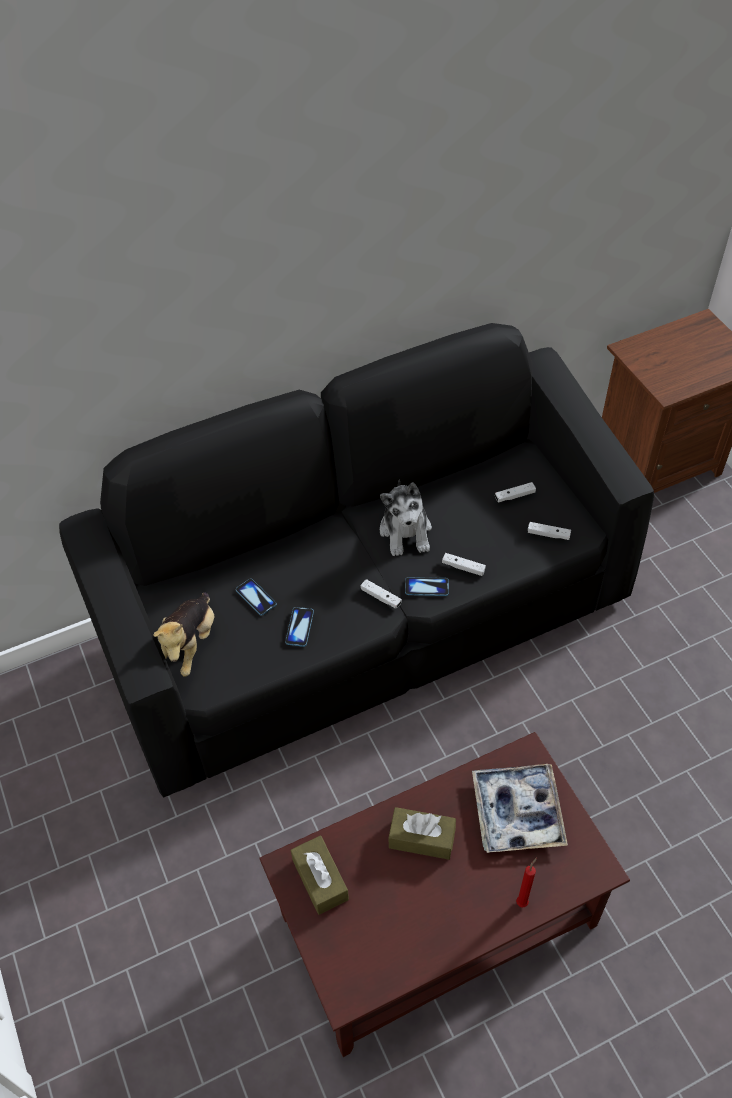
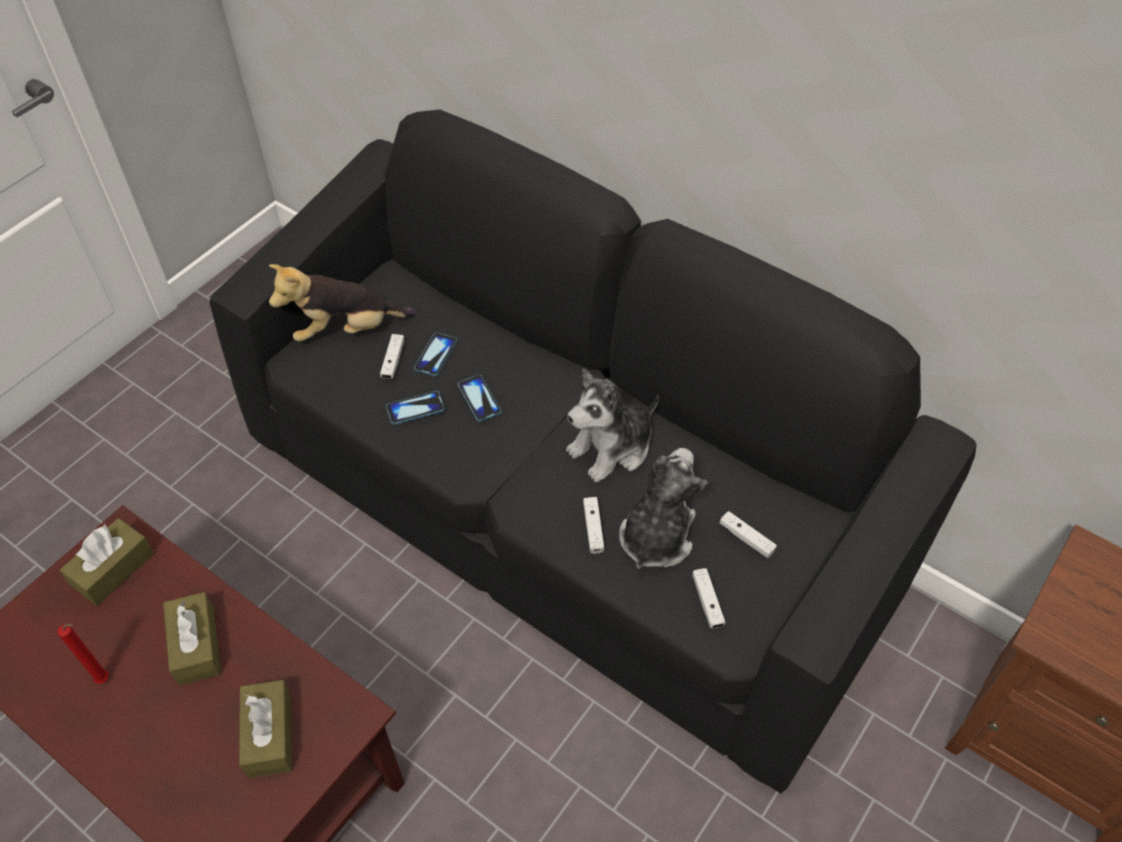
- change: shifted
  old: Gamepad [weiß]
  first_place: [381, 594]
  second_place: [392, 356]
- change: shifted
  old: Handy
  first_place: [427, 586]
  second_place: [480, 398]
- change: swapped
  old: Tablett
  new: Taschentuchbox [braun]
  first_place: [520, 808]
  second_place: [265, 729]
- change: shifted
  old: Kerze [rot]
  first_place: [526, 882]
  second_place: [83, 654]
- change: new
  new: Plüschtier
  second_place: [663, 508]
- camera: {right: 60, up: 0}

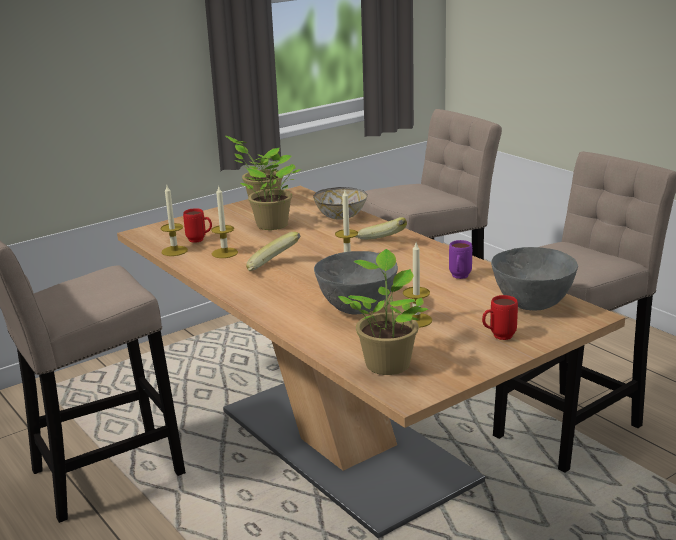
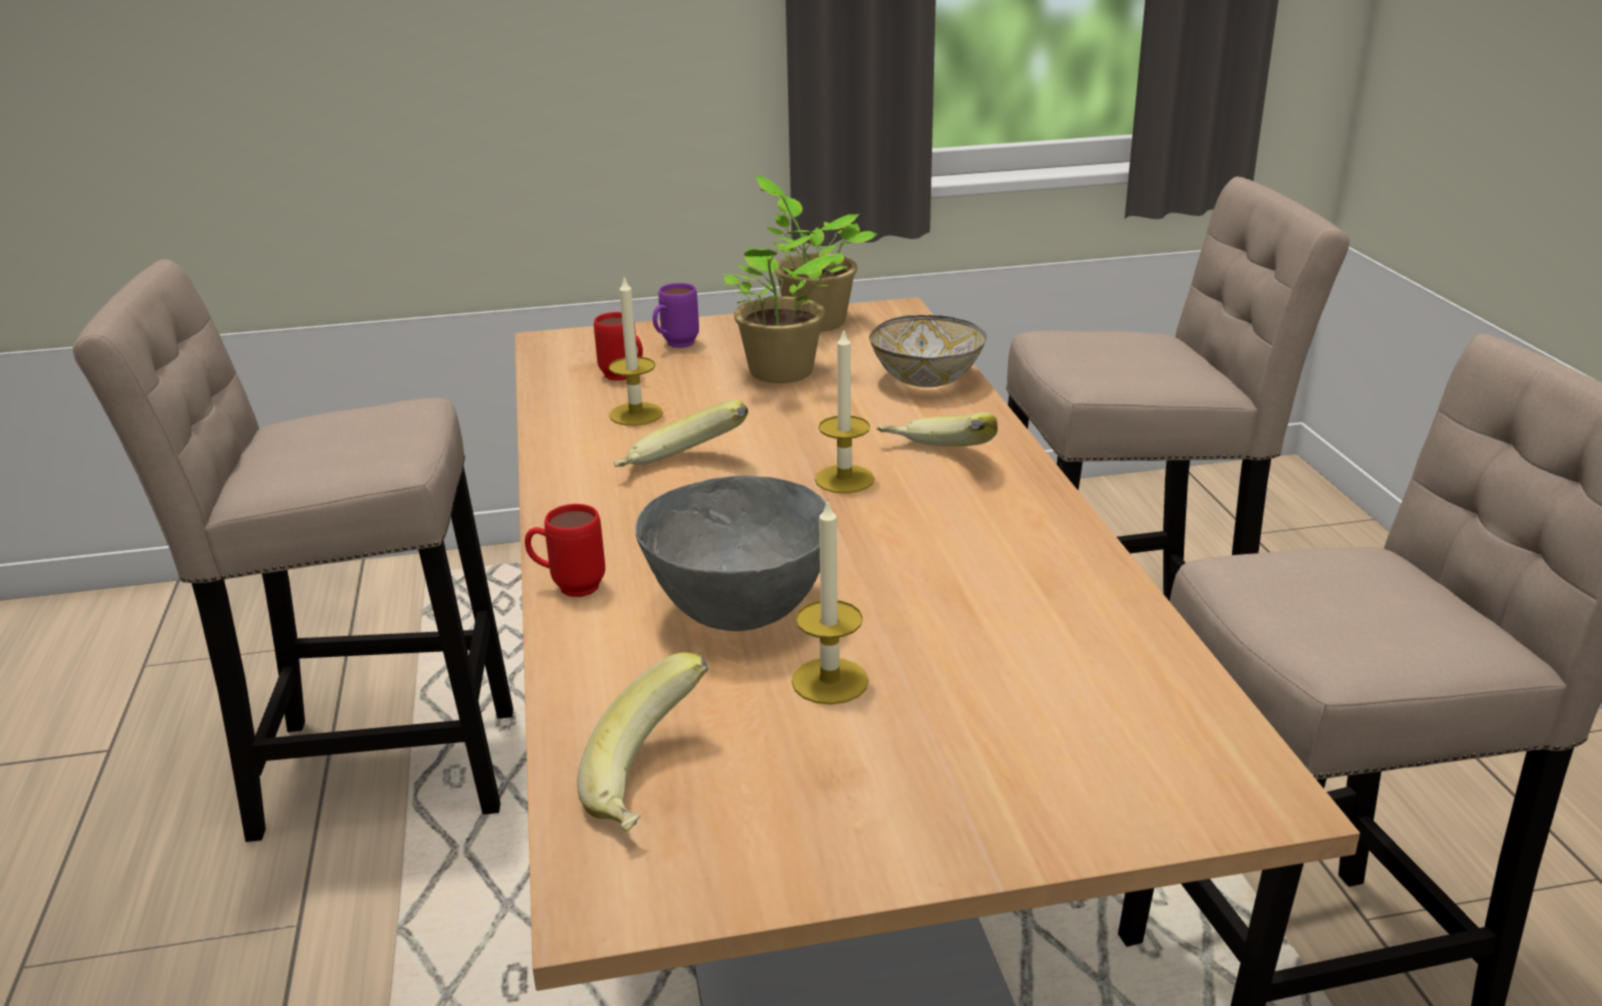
- change: gone
  old: Kerze
  first_place: [174, 220]
- change: swapped
  old: Topfpflanze
  new: Banane
  first_place: [383, 312]
  second_place: [642, 741]
- change: shifted
  old: Henkelbecher [lila]
  first_place: [460, 259]
  second_place: [676, 315]
- change: shifted
  old: Henkelbecher [rot]
  first_place: [500, 317]
  second_place: [565, 550]
- change: gone
  old: Schüssel [grau]
  first_place: [534, 279]
- camera: {right: 25, up: 5}

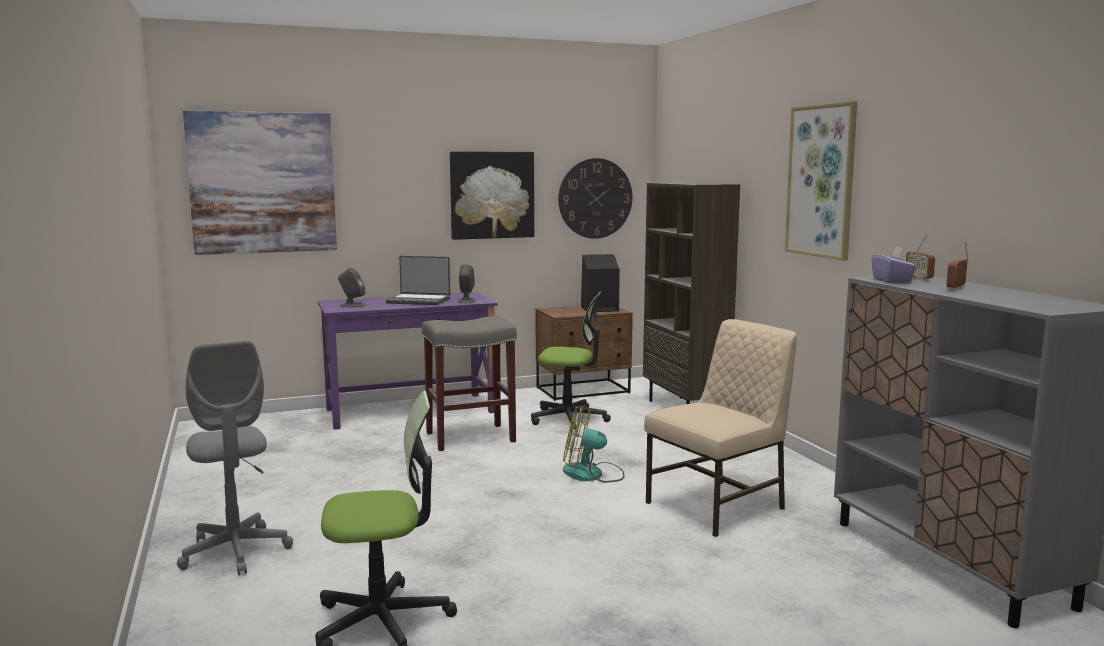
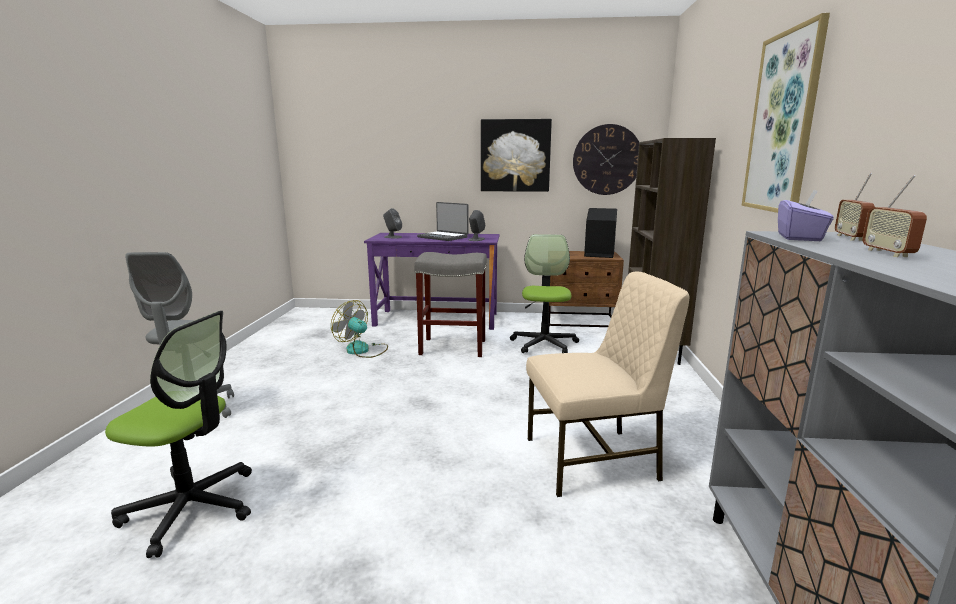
- change: gone
  old: Bild
  first_place: [260, 182]
- change: rotated
  old: Bürostuhl
  first_place: [571, 361]
  second_place: [544, 293]
  degrees: -120
- change: shifted
  old: Ventilator
  first_place: [594, 444]
  second_place: [359, 329]
- change: rotated
  old: Radio
  first_place: [957, 265]
  second_place: [894, 216]
  degrees: -60
- camera: {right: 25, up: 5}

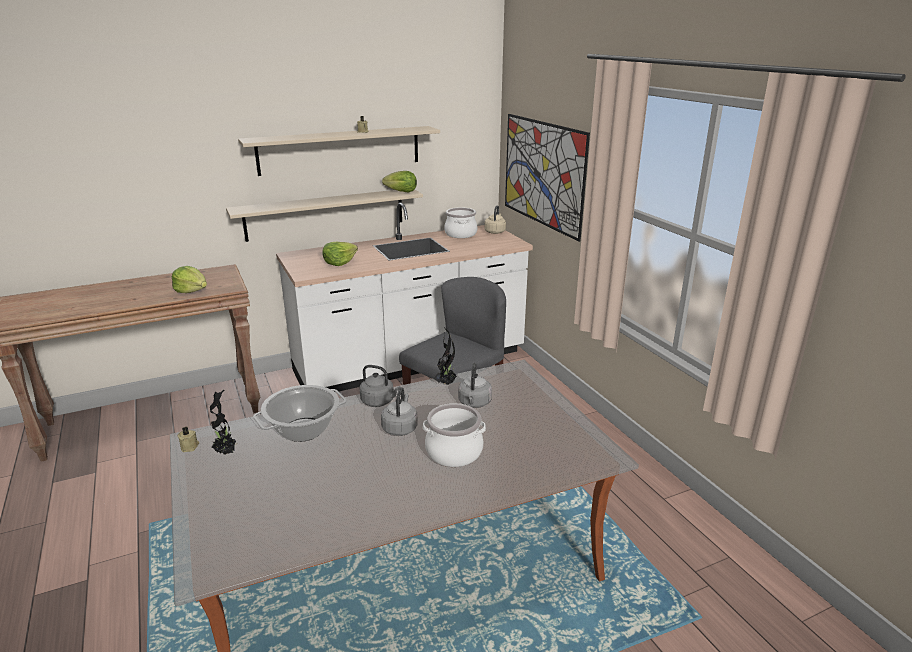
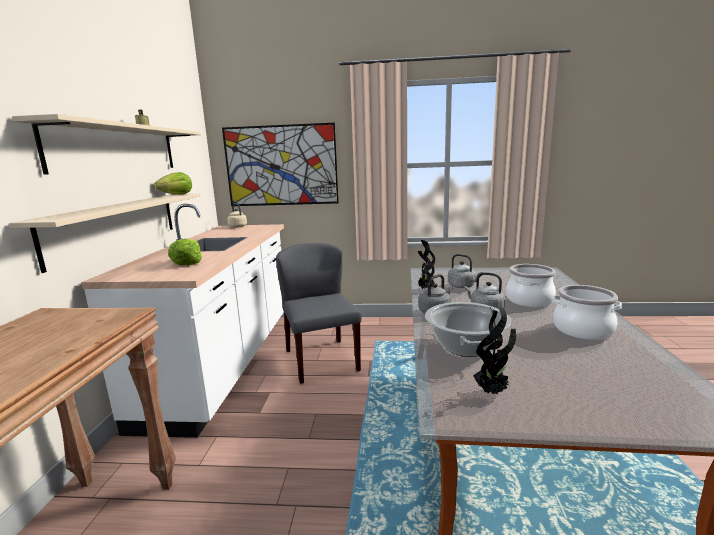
- change: gone
  old: Salatkopf
  first_place: [189, 279]
- change: gone
  old: Kerze [beige]
  first_place: [188, 439]
- change: shifted
  old: Kochtopf
  first_place: [461, 222]
  second_place: [587, 312]
- camera: {right: -60, up: -10}

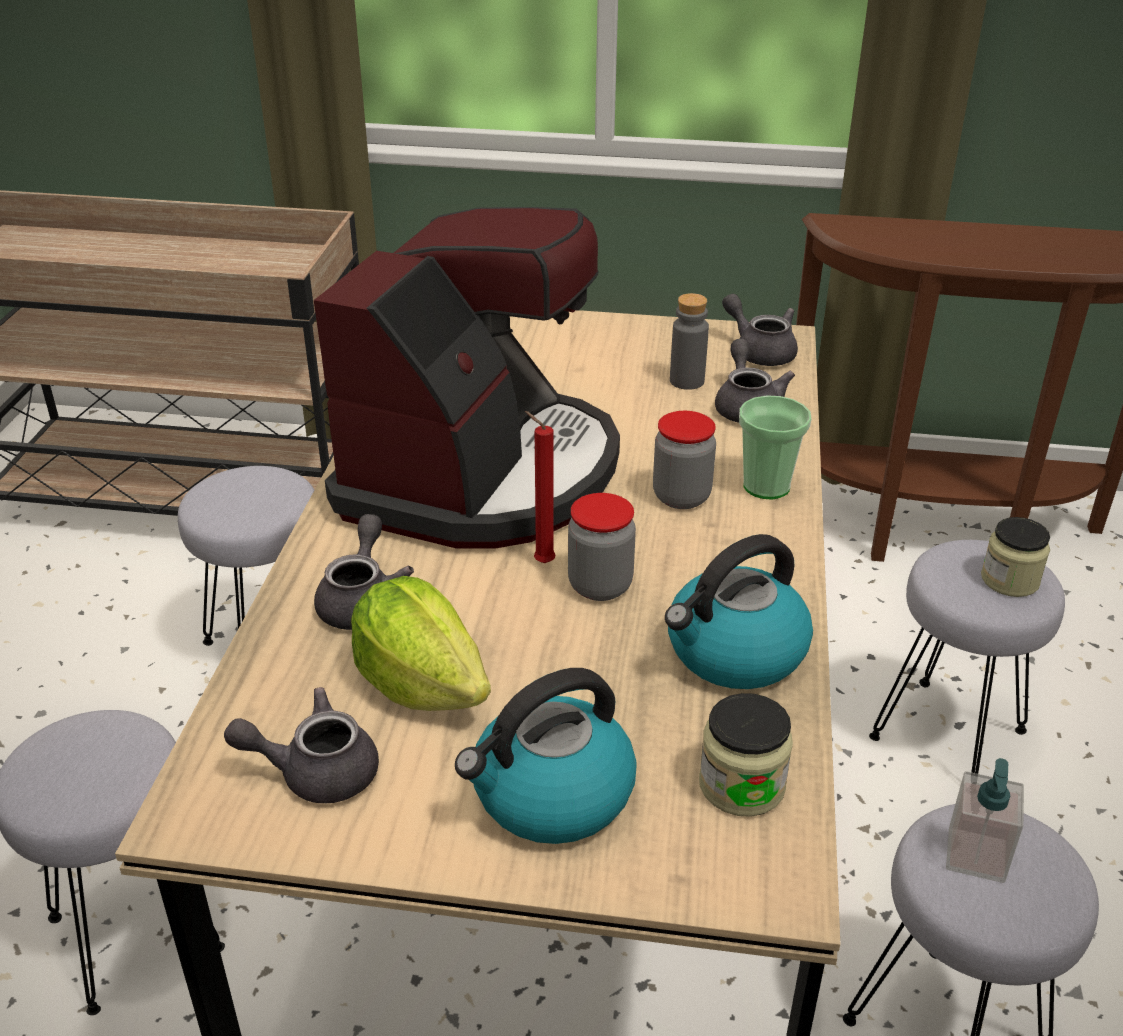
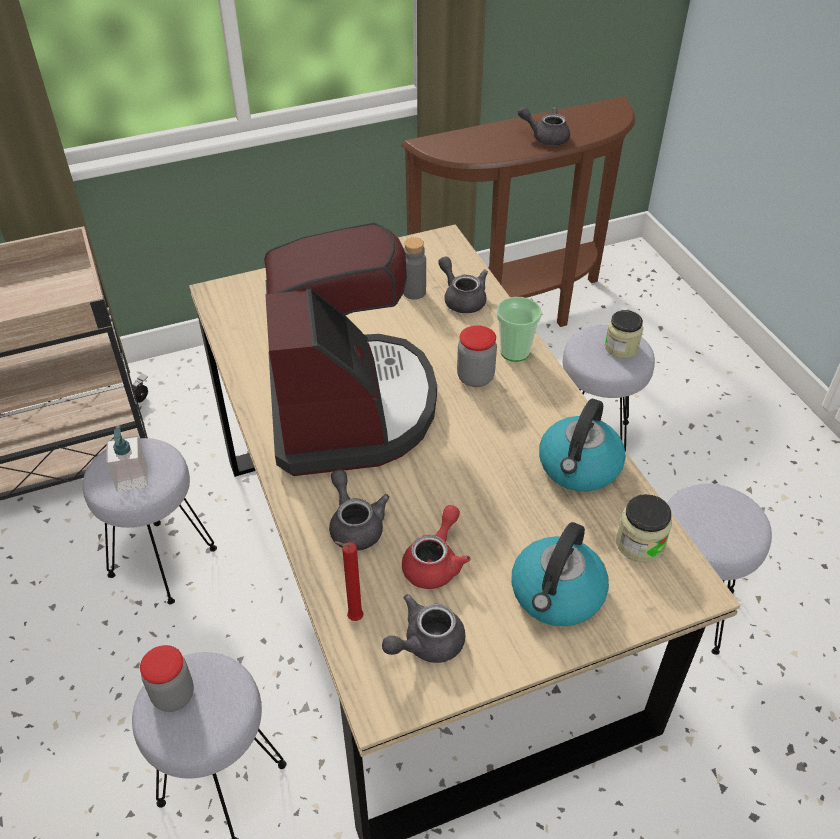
- change: swapped
  old: Salatkopf
  new: Teekanne [rot]
  first_place: [421, 643]
  second_place: [436, 547]
- change: shifted
  old: Kerze [rot]
  first_place: [540, 487]
  second_place: [349, 581]
- change: shifted
  old: Vorratsglas
  first_place: [602, 547]
  second_place: [167, 678]
- change: shifted
  old: Teekanne [grau]
  first_place: [760, 330]
  second_place: [544, 126]
- change: shifted
  old: Seifenspender
  first_place: [985, 820]
  second_place: [127, 460]
- camera: {right: -30, up: 10}

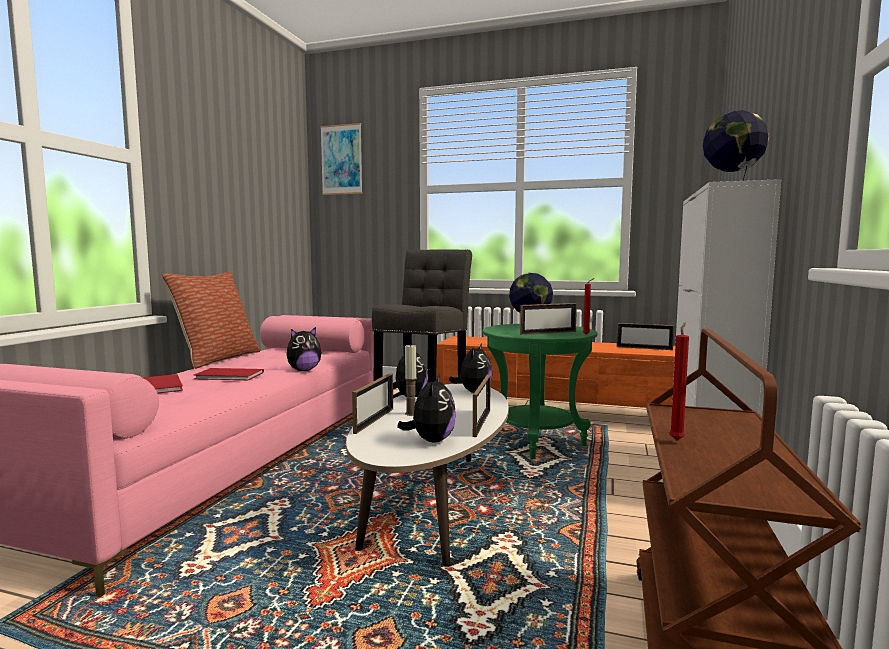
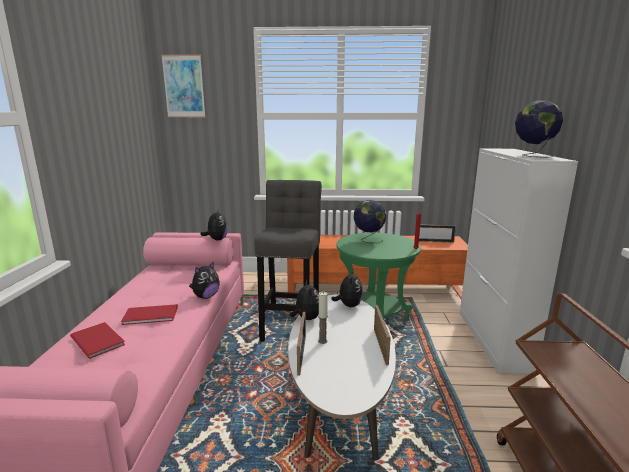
- change: gone
  old: Kissen
  first_place: [210, 320]
- change: shifted
  old: Plüschtier
  first_place: [426, 407]
  second_place: [214, 224]
- change: gone
  old: Bilderrahmen
  first_place: [548, 319]
- change: gone
  old: Kerze [rot]
  first_place: [679, 382]
- camera: {right: -15, up: 10}

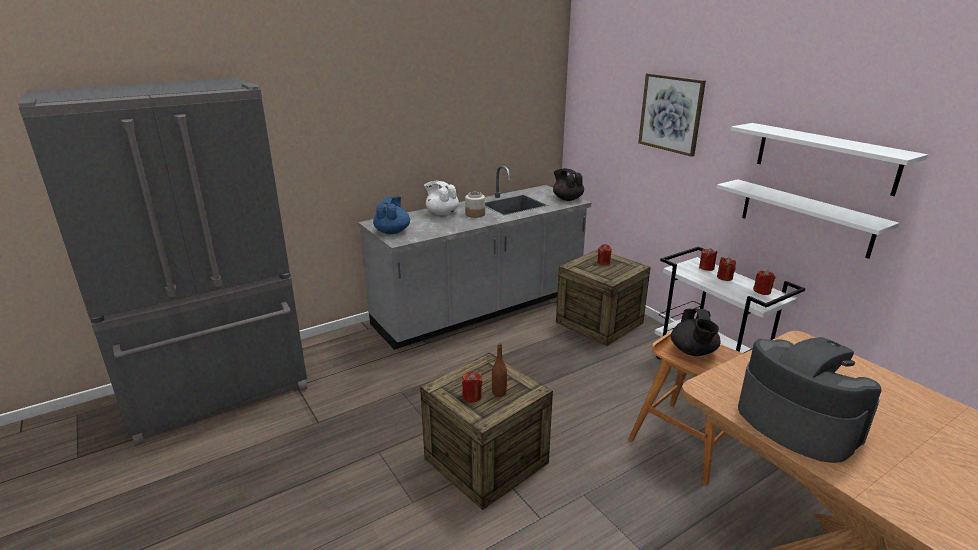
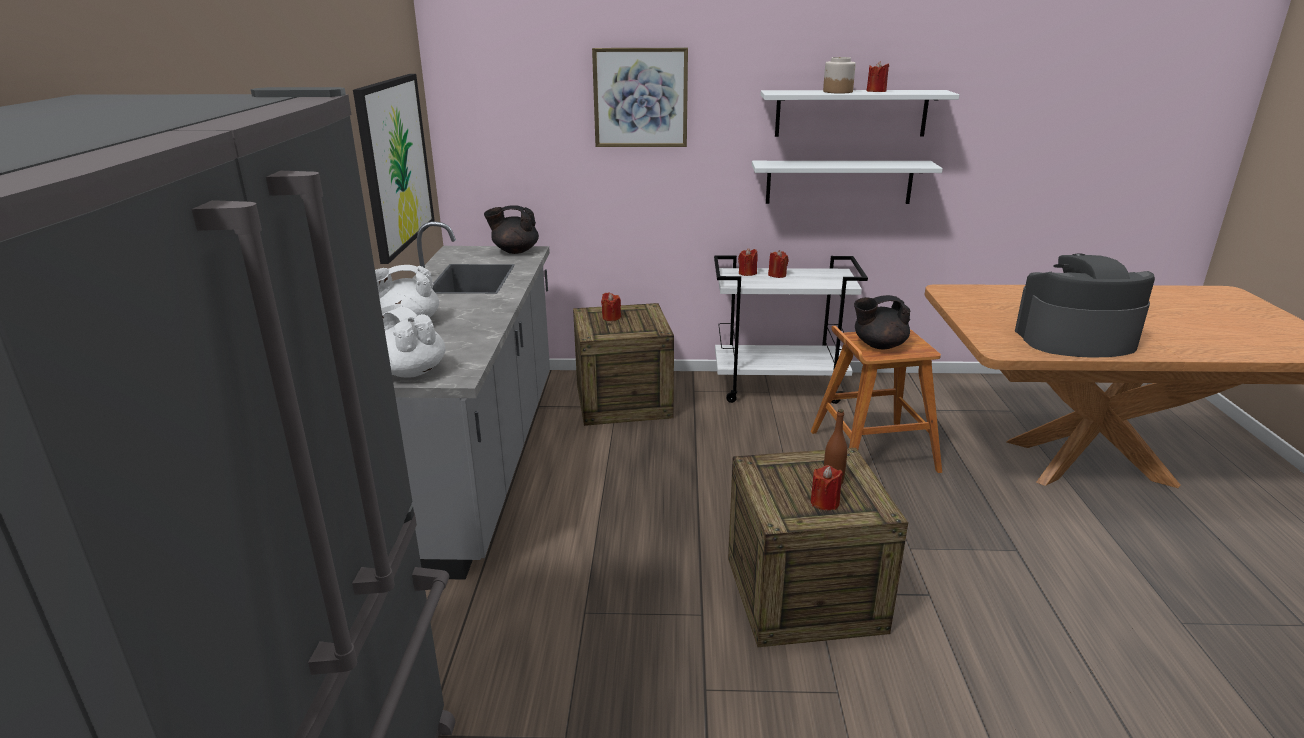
- change: repainted
  old: Teekanne [blau]
  new: Teekanne [weiß]
  first_place: [391, 215]
  second_place: [413, 341]
- change: shifted
  old: Vorratsglas
  first_place: [475, 205]
  second_place: [839, 75]
- change: rotated
  old: Teekanne [schwarz]
  first_place: [695, 332]
  second_place: [882, 322]
  degrees: 135
- change: shifted
  old: Kerze [rot]
  first_place: [764, 282]
  second_place: [878, 76]
- change: new
  new: Bild
  second_place: [394, 169]
- camera: {right: -55, up: 0}

